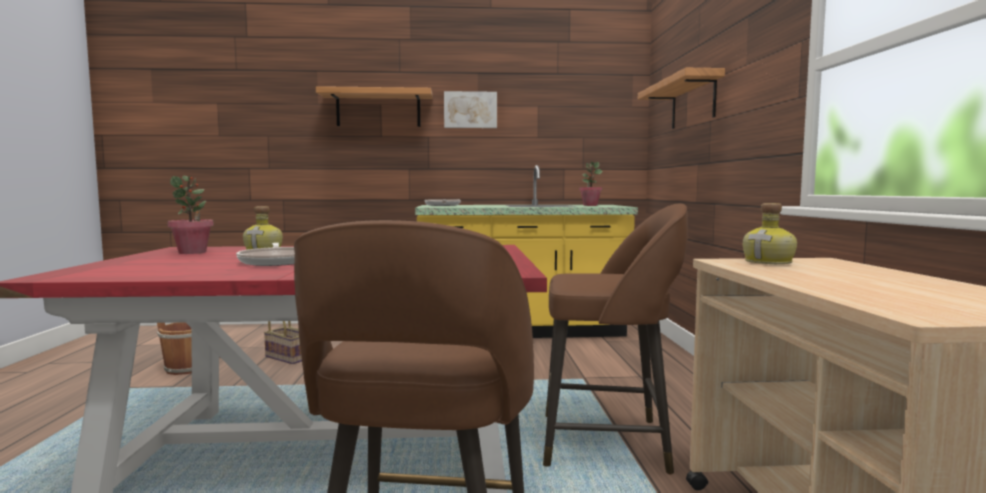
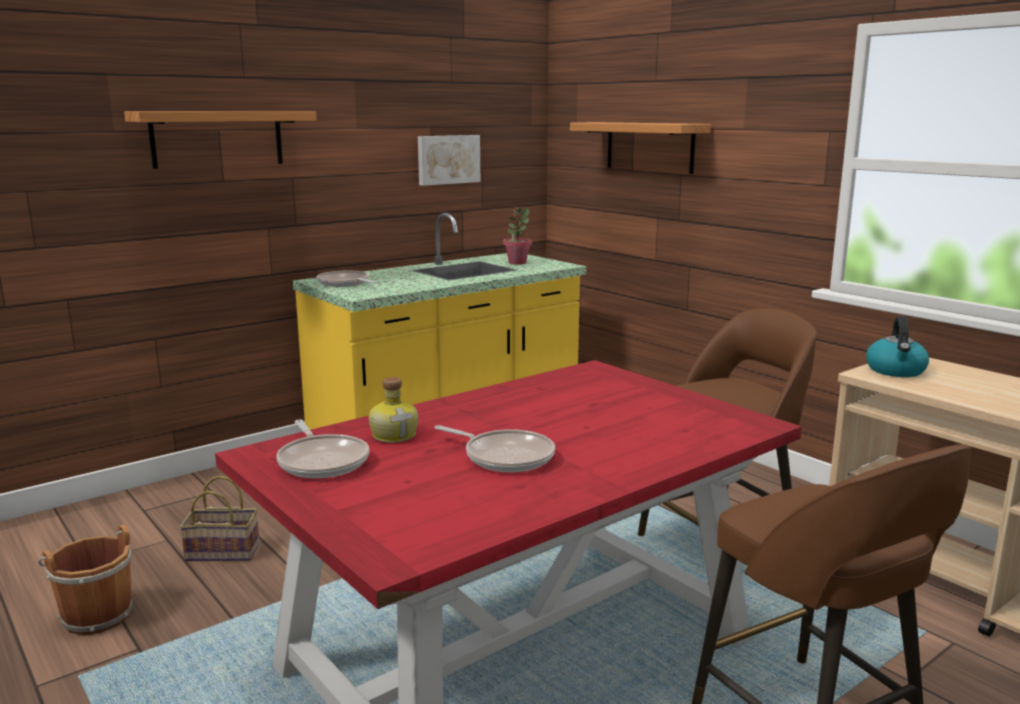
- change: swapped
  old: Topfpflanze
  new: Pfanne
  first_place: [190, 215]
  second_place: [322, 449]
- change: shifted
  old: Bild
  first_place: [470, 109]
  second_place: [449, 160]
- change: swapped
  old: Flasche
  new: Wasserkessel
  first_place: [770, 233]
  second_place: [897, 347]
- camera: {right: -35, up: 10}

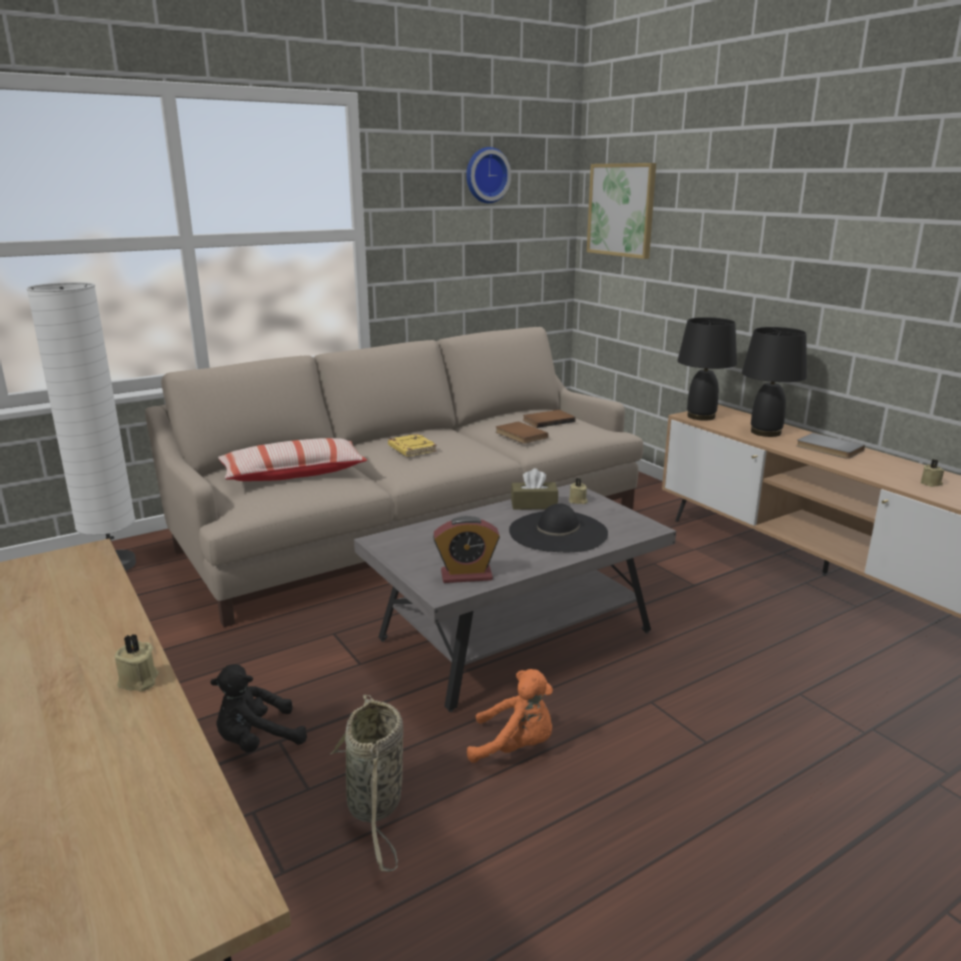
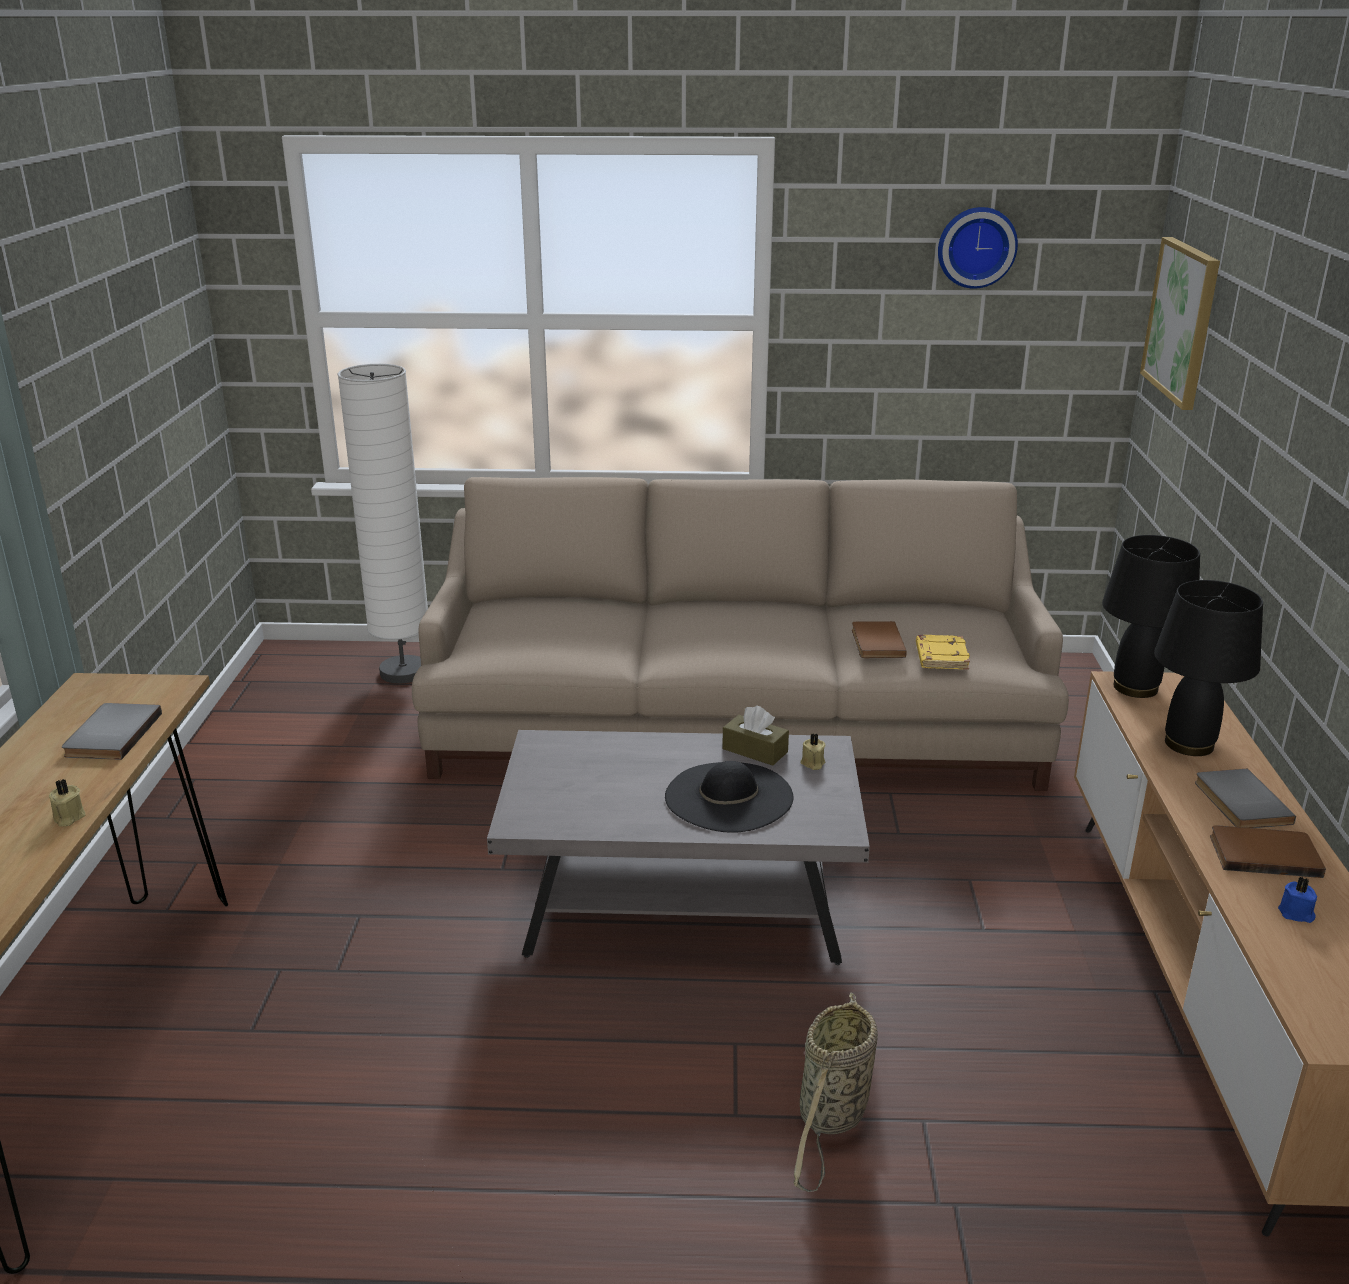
- change: gone
  old: Plüschtier [schwarz]
  first_place: [258, 708]
- change: gone
  old: Kissen
  first_place: [292, 459]
- change: shifted
  old: Korb
  first_place: [366, 783]
  second_place: [836, 1092]
- change: shifted
  old: Buch [gelb]
  first_place: [412, 445]
  second_place: [943, 652]
- change: gone
  old: Wecker
  first_place: [466, 549]
- change: gone
  old: Plüschtier [orange]
  first_place: [510, 716]
- change: shifted
  old: Buch [braun]
  first_place: [549, 419]
  second_place: [1268, 851]
- change: repainted
  old: Kerze [beige]
  new: Kerze [blau]
  first_place: [932, 473]
  second_place: [1297, 899]
- change: new
  new: Buch [grau]
  second_place: [112, 731]
- camera: {right: 35, up: 5}

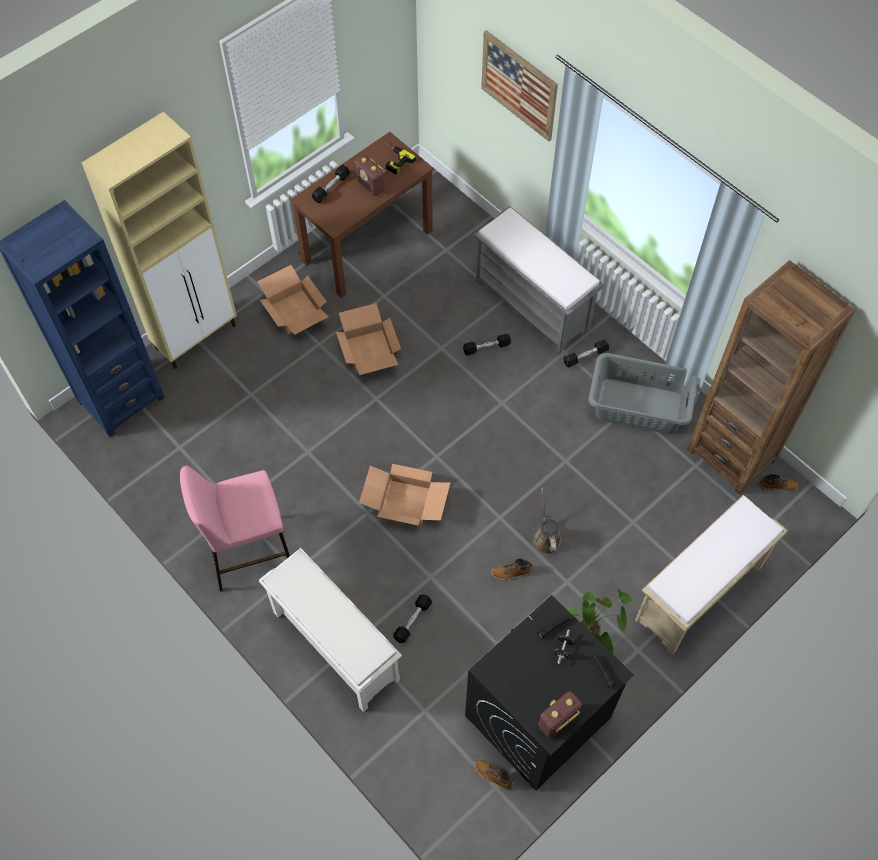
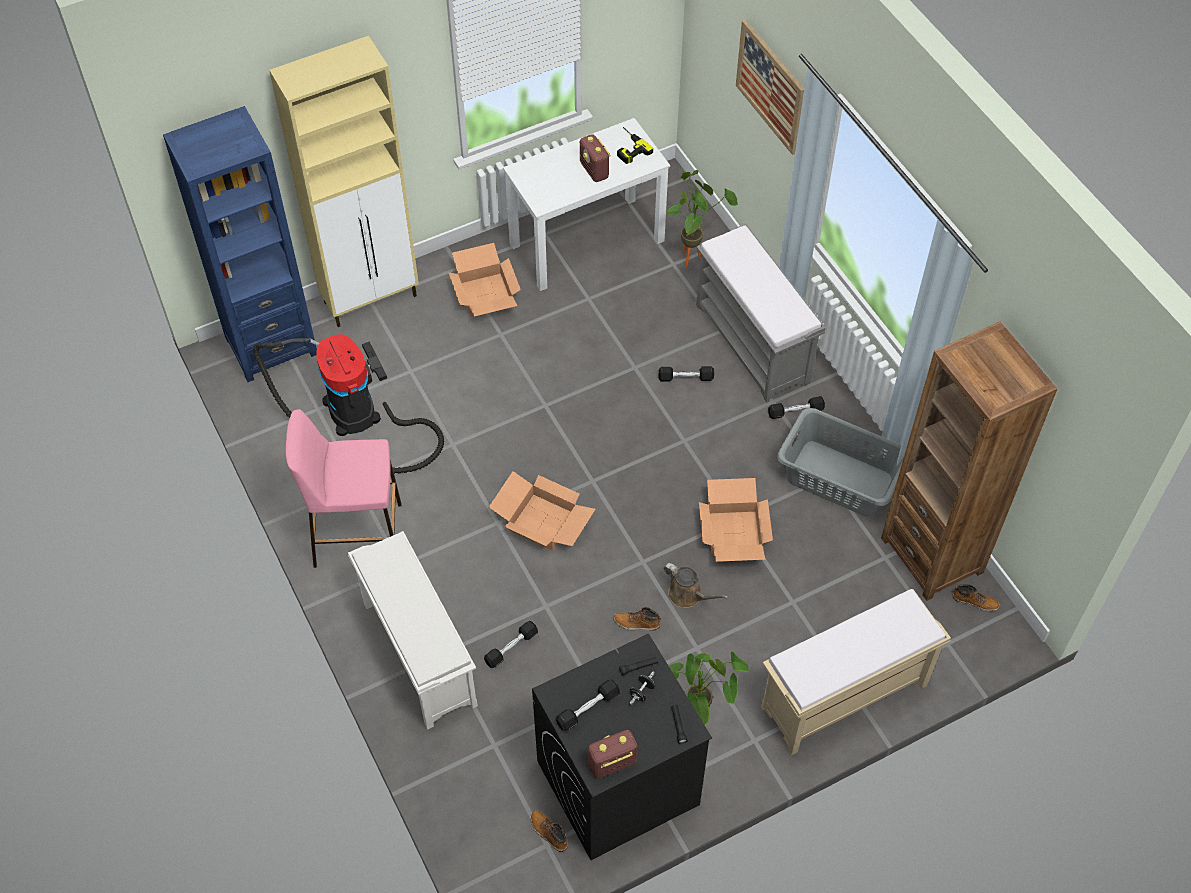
- change: repainted
  old: Schreibtisch [braun]
  new: Schreibtisch [weiß]
  first_place: [362, 215]
  second_place: [586, 204]
- change: shifted
  old: Hantel [schwarz]
  first_place: [331, 183]
  second_place: [588, 705]
- change: shifted
  old: Karton
  first_place: [368, 339]
  second_place: [736, 520]
- change: rotated
  old: Gießkanne [braun]
  first_place: [547, 521]
  second_place: [696, 585]
  degrees: 120
- change: new
  new: Staubsauger
  second_place: [348, 404]
- change: new
  new: Topfpflanze
  second_place: [702, 219]
- camera: {right: 15, up: -5}

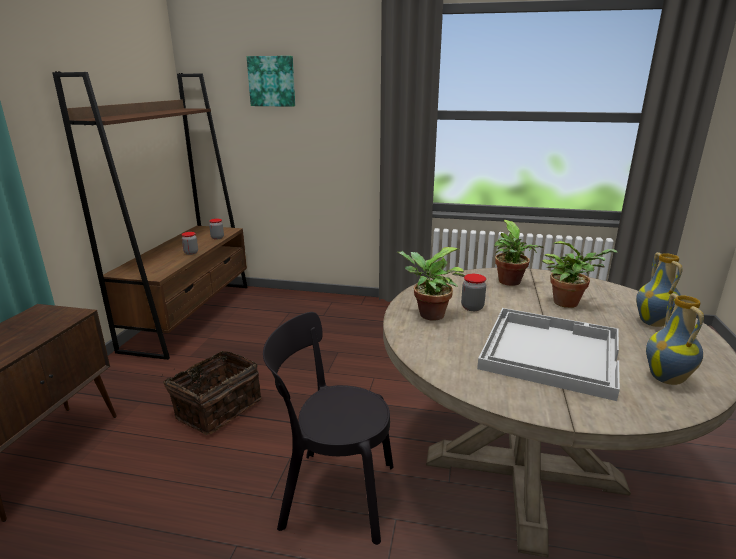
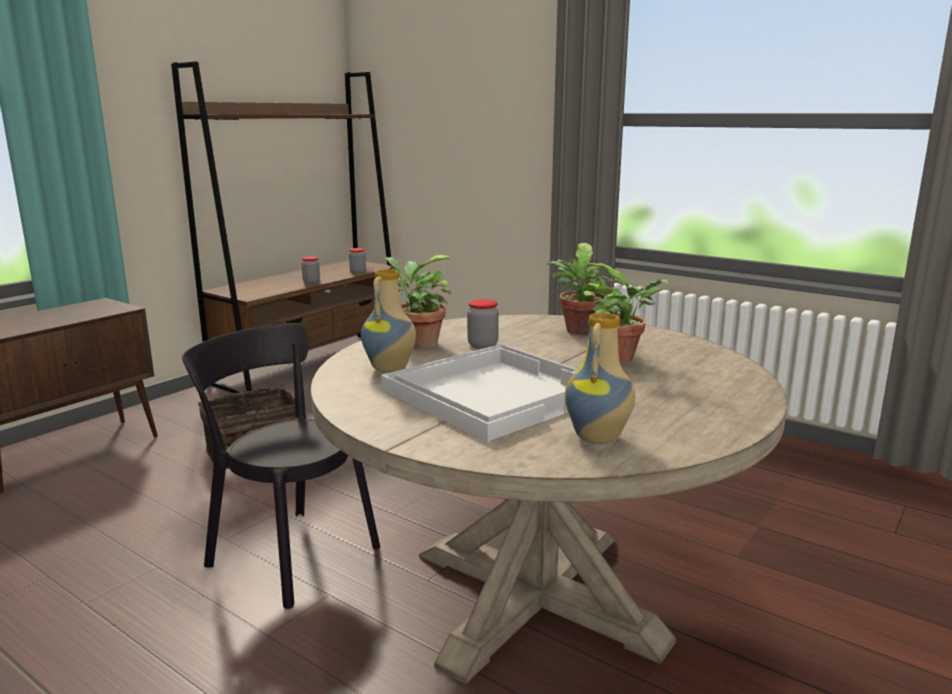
- change: gone
  old: Bild
  first_place: [271, 81]
- change: shifted
  old: Vase
  first_place: [659, 289]
  second_place: [388, 321]
- camera: {right: 25, up: -5}

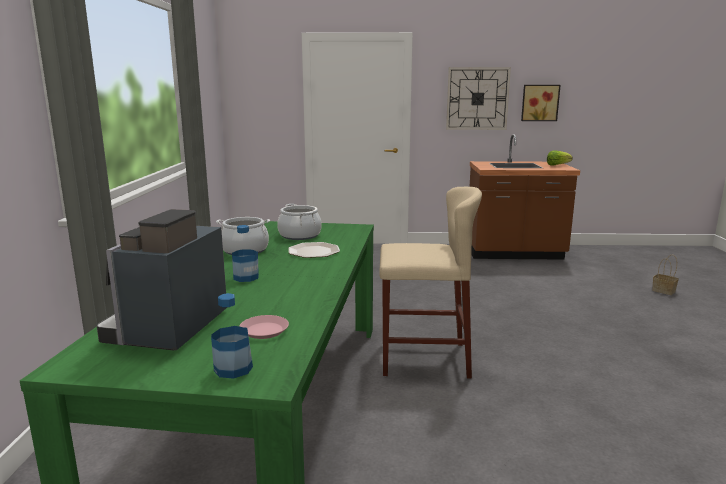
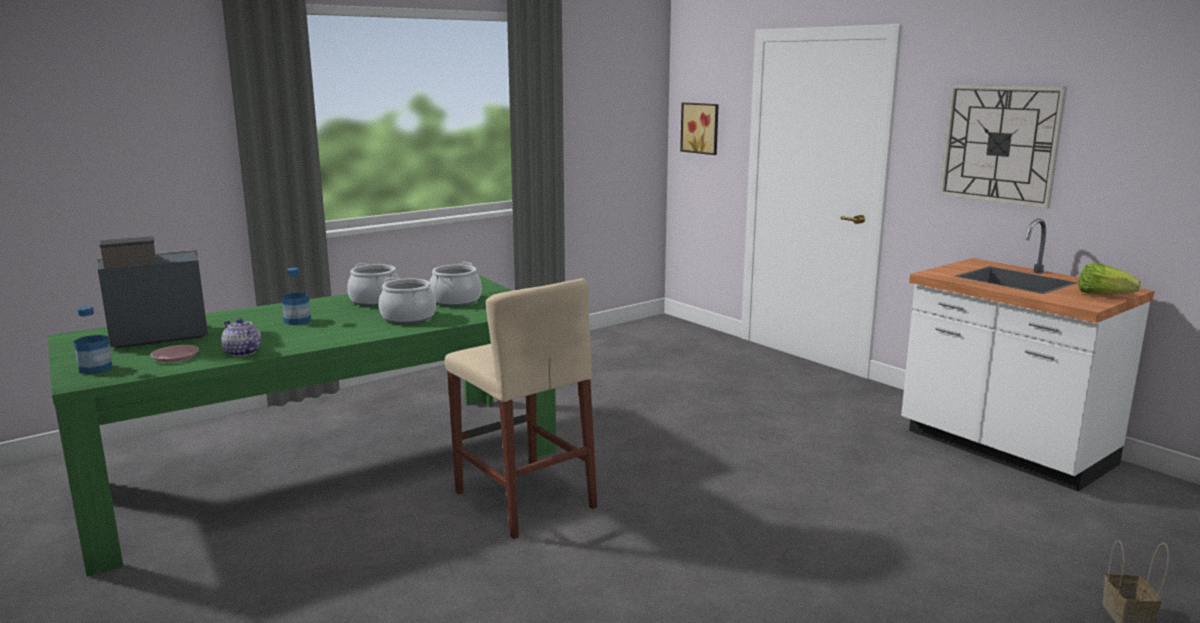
- change: swapped
  old: Teller
  new: Kochtopf
  first_place: [314, 250]
  second_place: [407, 300]
- change: repainted
  old: Küchenzeile [braun]
  new: Küchenzeile [weiß]
  first_place: [525, 197]
  second_place: [1027, 355]
- change: shifted
  old: Bild
  first_place: [541, 103]
  second_place: [699, 129]
- change: new
  new: Teekanne
  second_place: [241, 337]
- camera: {right: 50, up: 0}

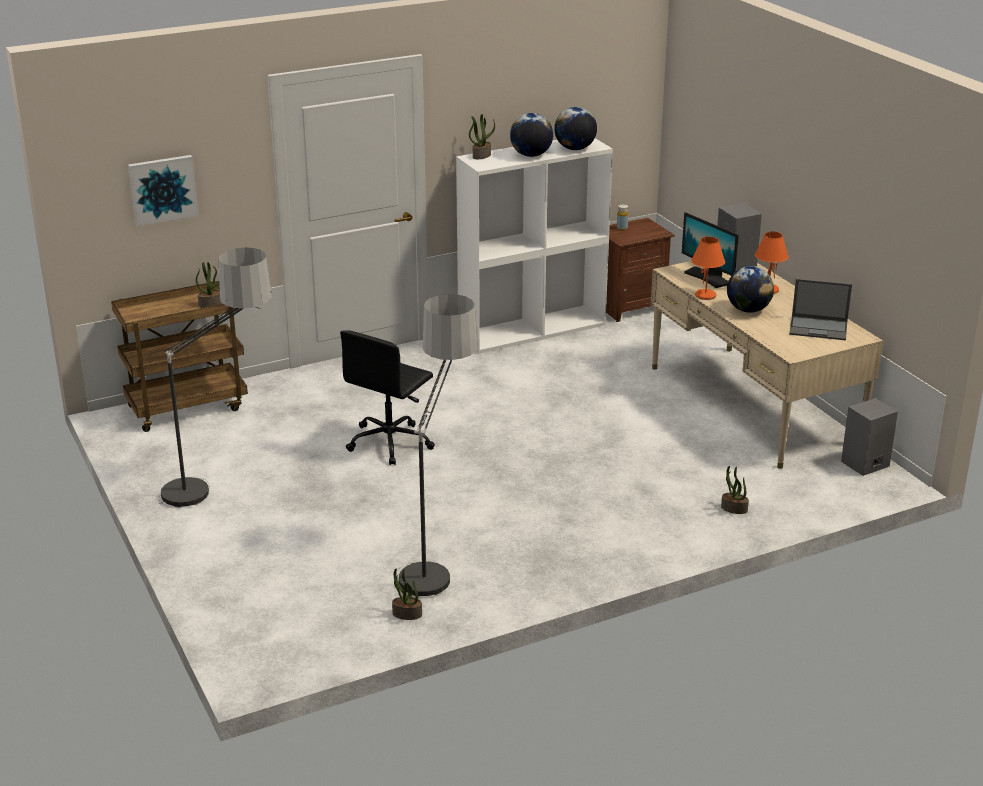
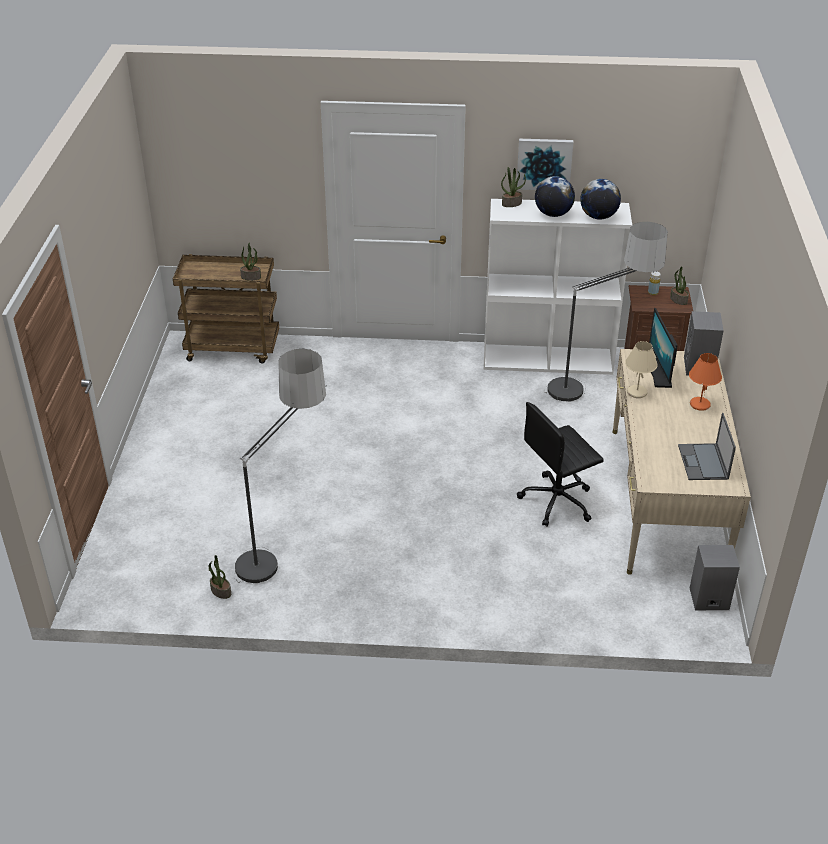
- change: shifted
  old: Bild
  first_place: [163, 190]
  second_place: [545, 164]
- change: shifted
  old: Stehlampe
  first_place: [215, 378]
  second_place: [606, 312]
- change: shifted
  old: Bürostuhl [schwarz]
  first_place: [387, 397]
  second_place: [560, 464]
- change: repainted
  old: Tischlampe [orange]
  new: Tischlampe [beige]
  first_place: [708, 268]
  second_place: [641, 369]
- change: shifted
  old: Topfpflanze
  first_place: [735, 490]
  second_place: [679, 286]
- change: gone
  old: Globus
  first_place: [750, 289]
- change: rotated
  old: Laptop
  first_place: [820, 309]
  second_place: [707, 446]
  degrees: 45
- camera: {right: 30, up: 10}

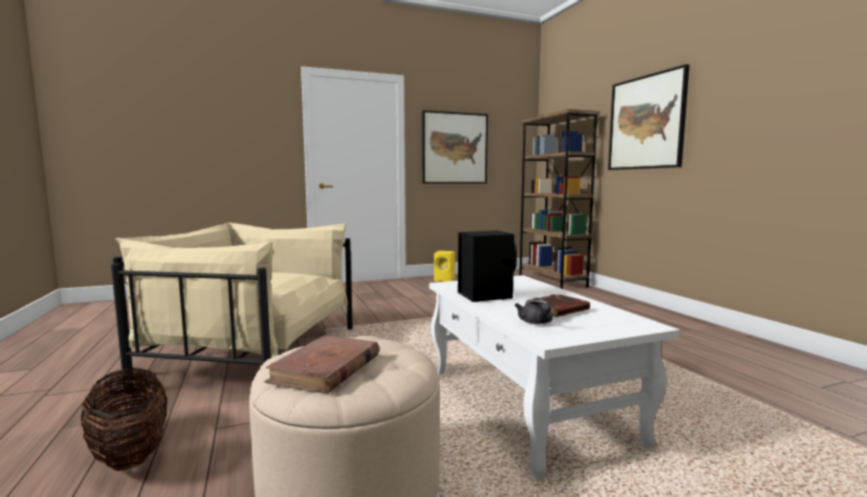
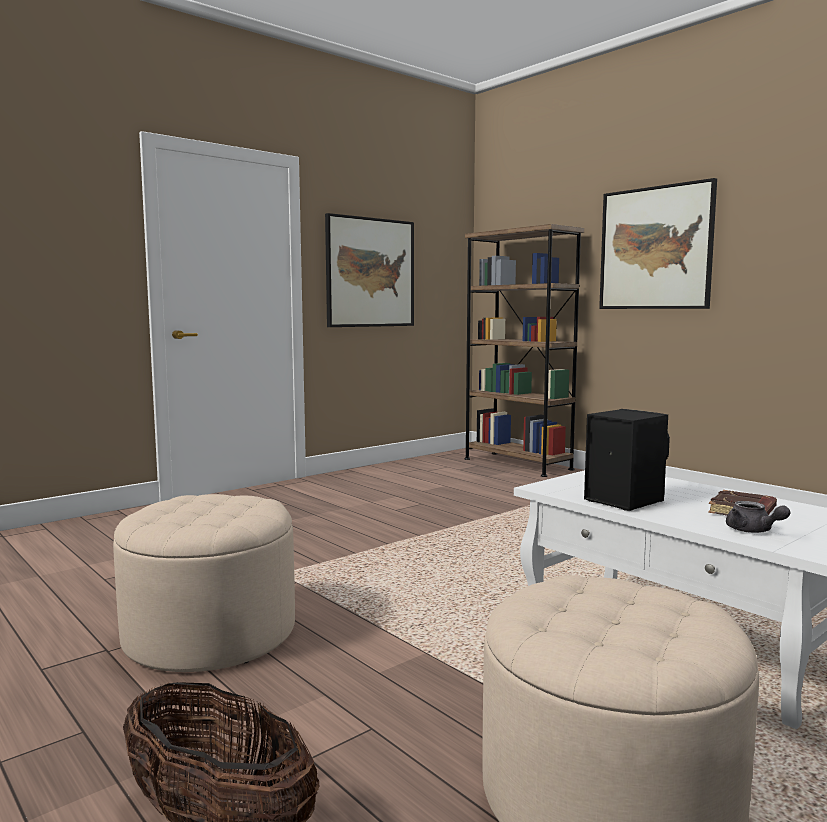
- change: swapped
  old: Sessel [beige]
  new: Polsterhocker [beige]
  first_place: [232, 308]
  second_place: [204, 583]
- change: gone
  old: Buch [braun]
  first_place: [321, 364]
- change: gone
  old: Lautsprecher [gelb]
  first_place: [444, 266]
- camera: {right: -20, up: 0}

